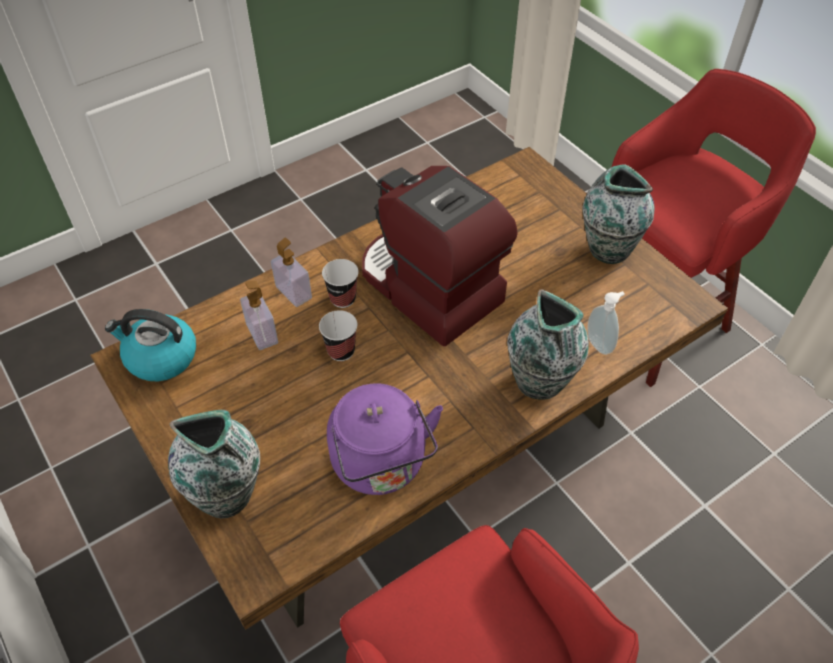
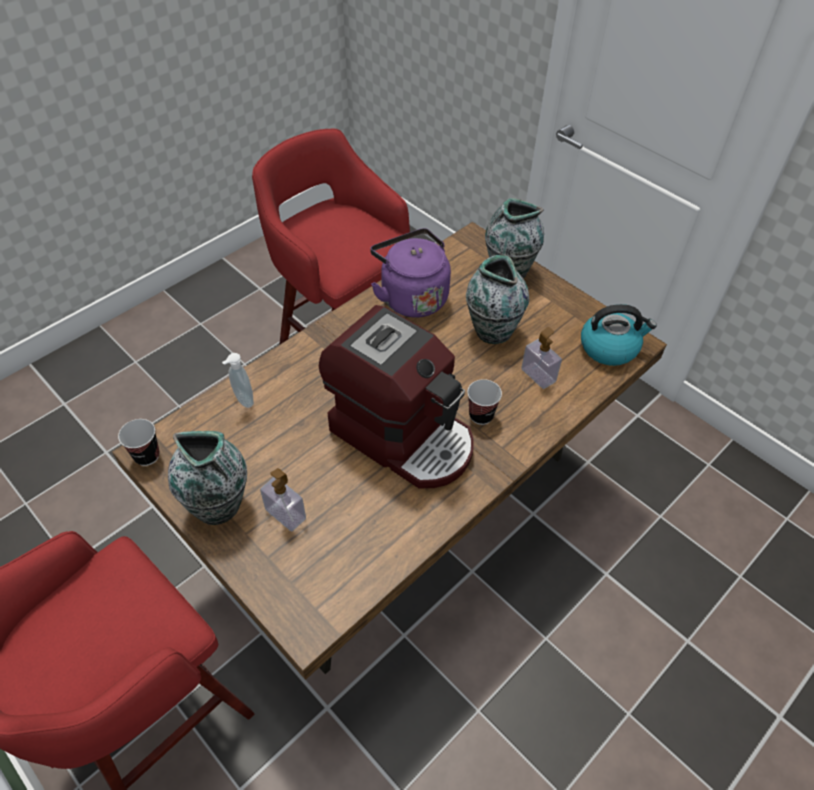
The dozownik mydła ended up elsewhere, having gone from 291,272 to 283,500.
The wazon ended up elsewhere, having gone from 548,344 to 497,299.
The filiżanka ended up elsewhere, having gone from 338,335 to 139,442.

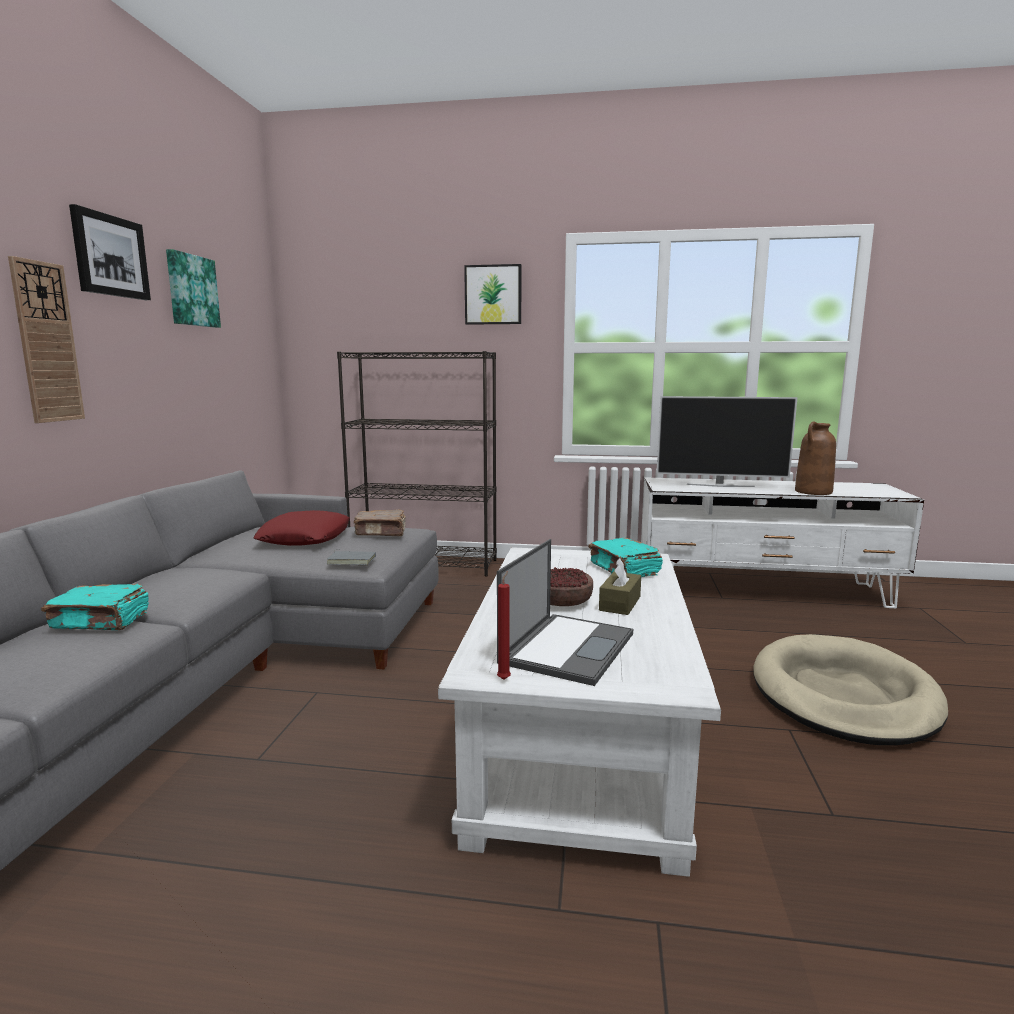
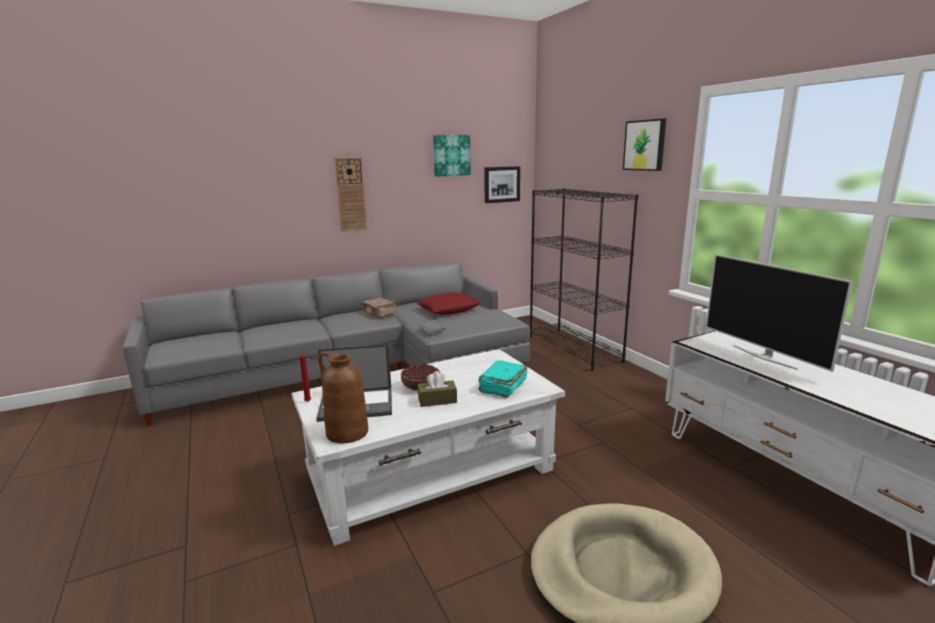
The obraz ended up elsewhere, having gone from 110,252 to 502,184.
The wazon [brązowy] ended up elsewhere, having gone from 815,458 to 343,398.
The książka [brązowy] ended up elsewhere, having gone from 380,523 to 379,308.
The second view lost the książka [turkusowy] at 95,607.

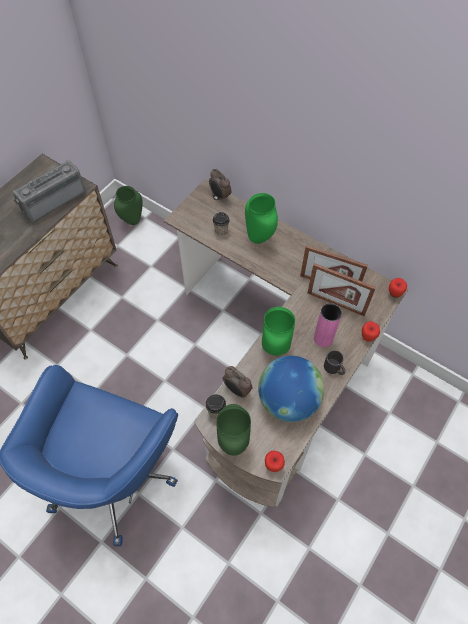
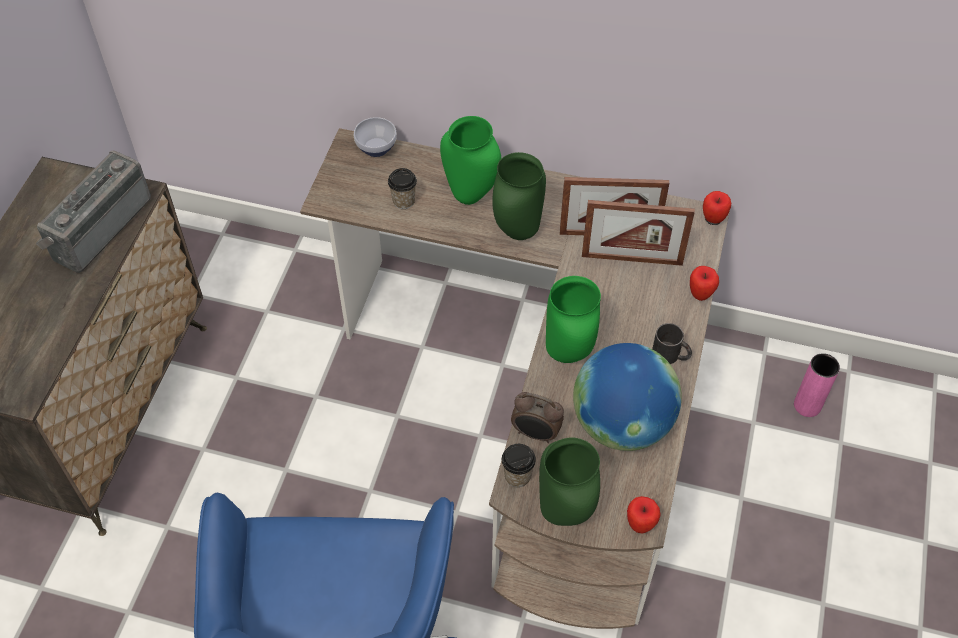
Where the budzik stood at 220,185, the miska came to stand at 375,137.
The wazon [zielony] ended up elsewhere, having gone from 128,205 to 519,196.
The wazon [różowy] ended up elsewhere, having gone from 328,325 to 817,385.

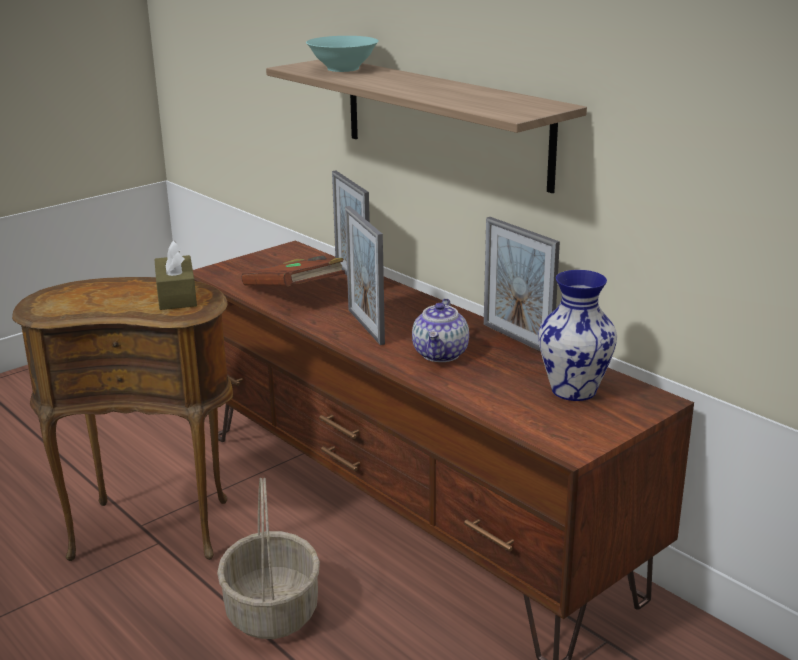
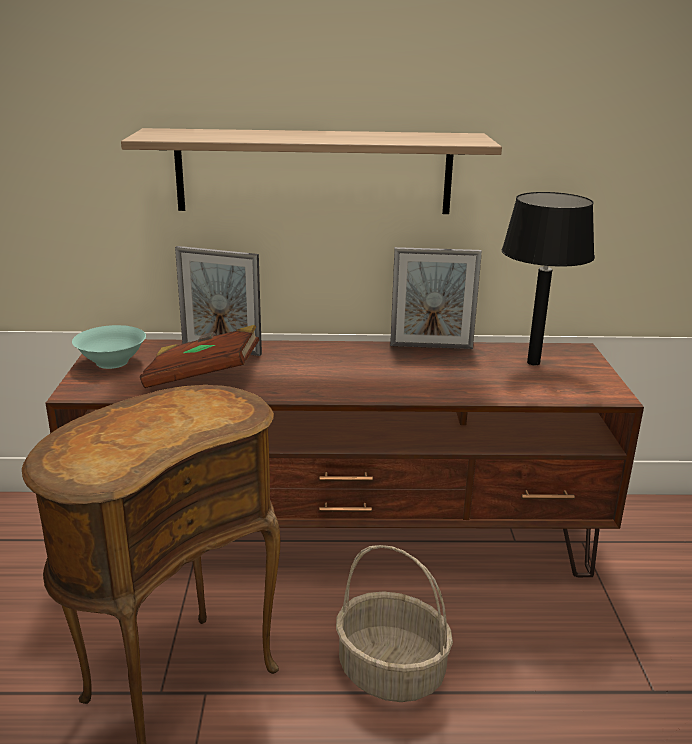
The miska [turkusowy] ended up elsewhere, having gone from 342,54 to 109,347.
The second view lost the ramka na zdjęcie at 365,275.
The second view lost the pudełko chusteczek [brązowy] at 175,275.
Where the wazon stood at 577,335, the lampa stołowa [czarny] came to stand at 548,278.
The second view lost the imbryk at 440,330.

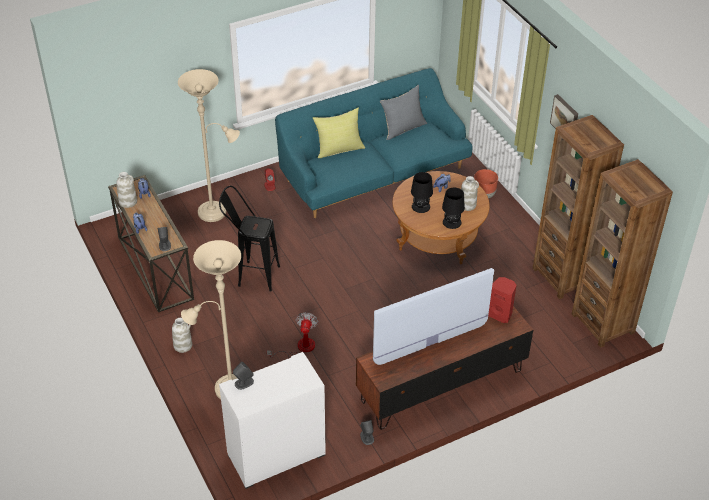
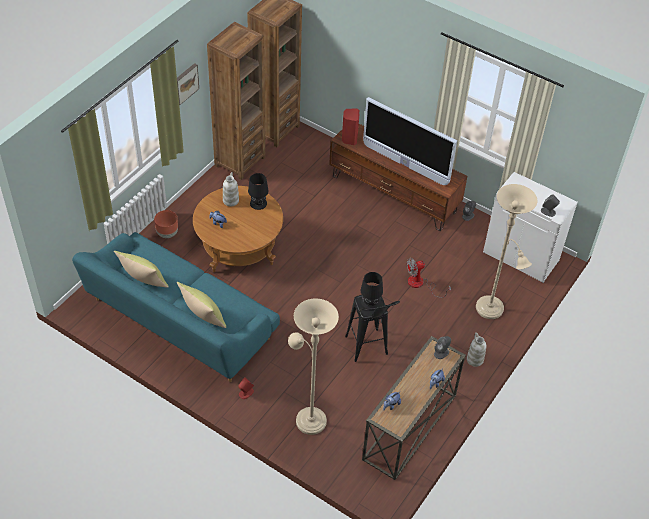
What was the poduszka [szary] at 403,112 turned into the poduszka [żółty] at 141,269.
The second view lost the wazon [biały] at 127,190.
The lampa stołowa [czarny] ended up elsewhere, having gone from 422,192 to 372,291.

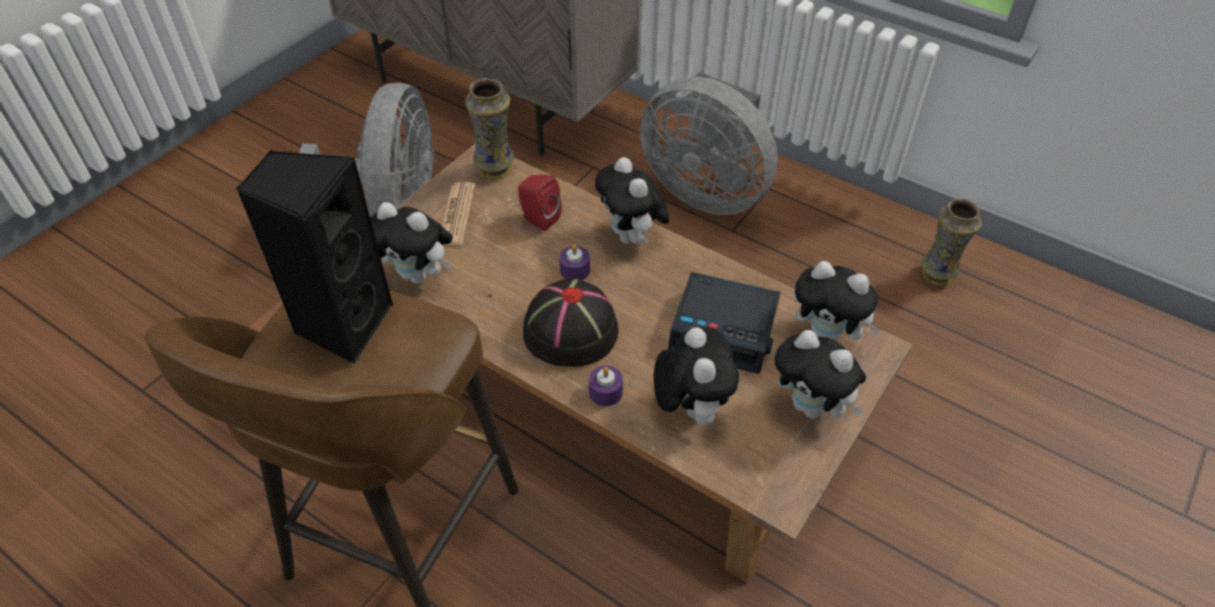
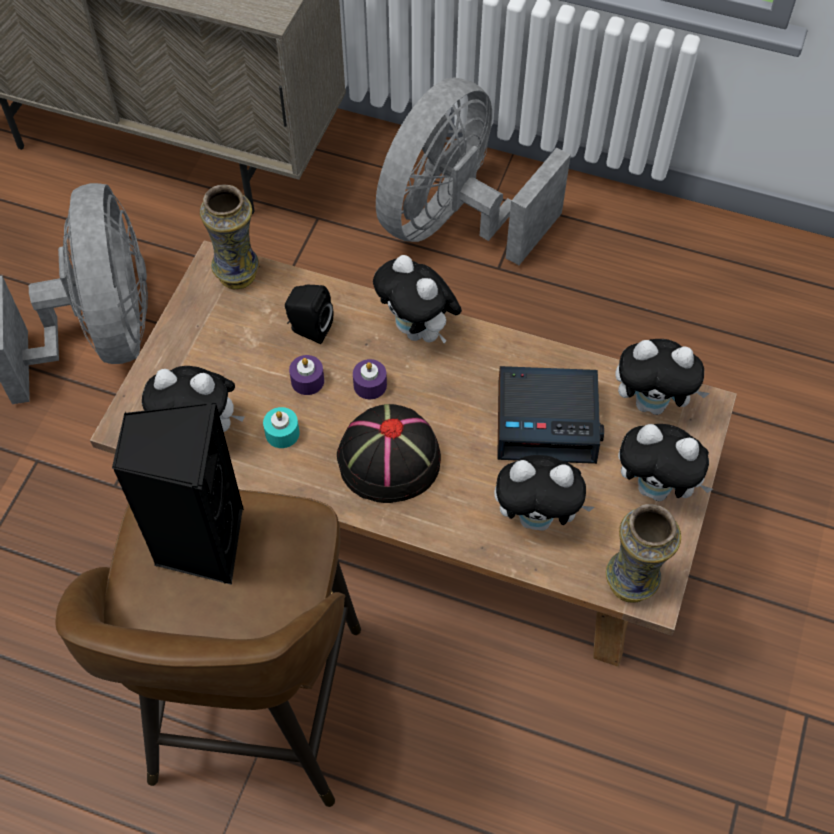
The wentylator [szary] at 708,143 ended up facing another way, 105 degrees clockwise from before.
What was the głośnik [czerwony] at 540,202 turned into the głośnik [czarny] at 309,314.
The second view lost the gazeta at 459,214.
The wazon ended up elsewhere, having gone from 951,242 to 643,553.
The pluszak at 696,376 ended up facing another way, 120 degrees clockwise from before.
The świeca [fioletowy] ended up elsewhere, having gone from 606,386 to 306,375.
The second view gained the świeca [turkusowy] at 281,427.

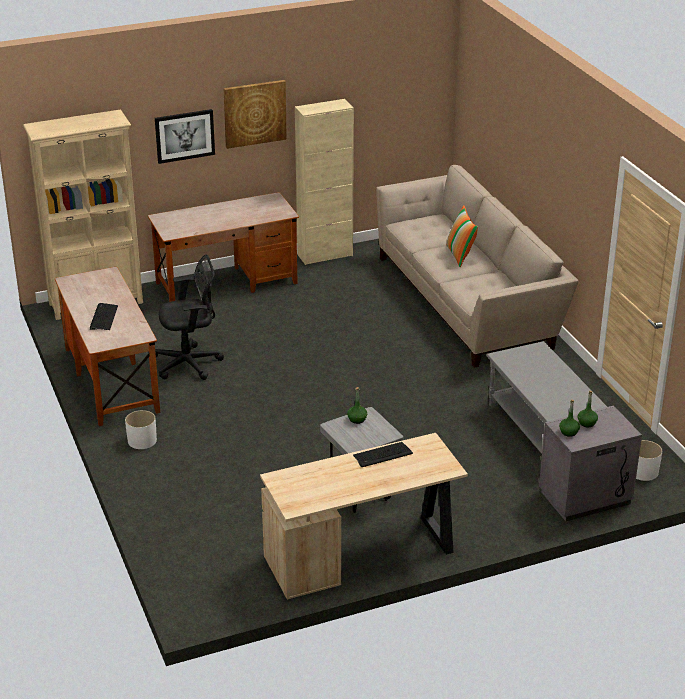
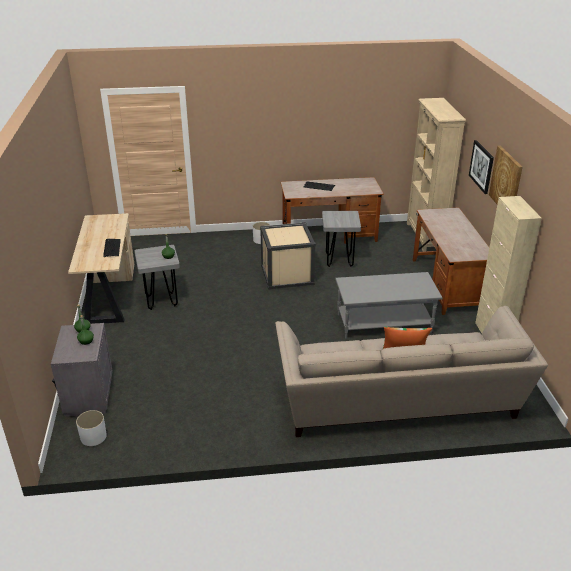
Where the krzesło biurowe [czarny] stood at 189,317, the stołek [szary] came to stand at 341,239.
The ława [szary] ended up elsewhere, having gone from 547,397 to 389,305.
The second view gained the pojemnik do przechowywania [beżowy] at 288,256.

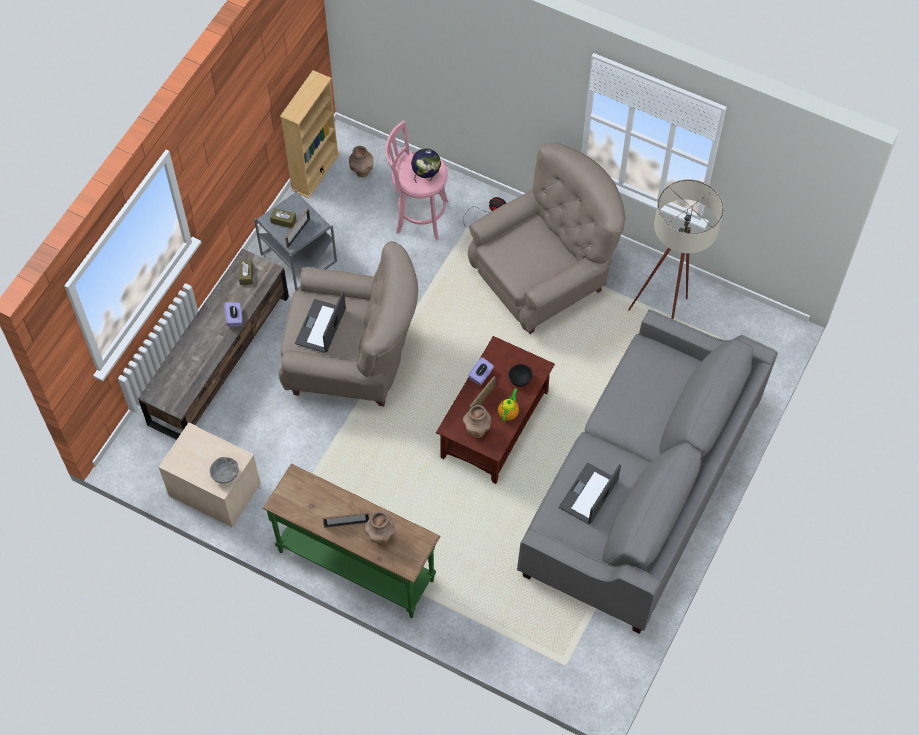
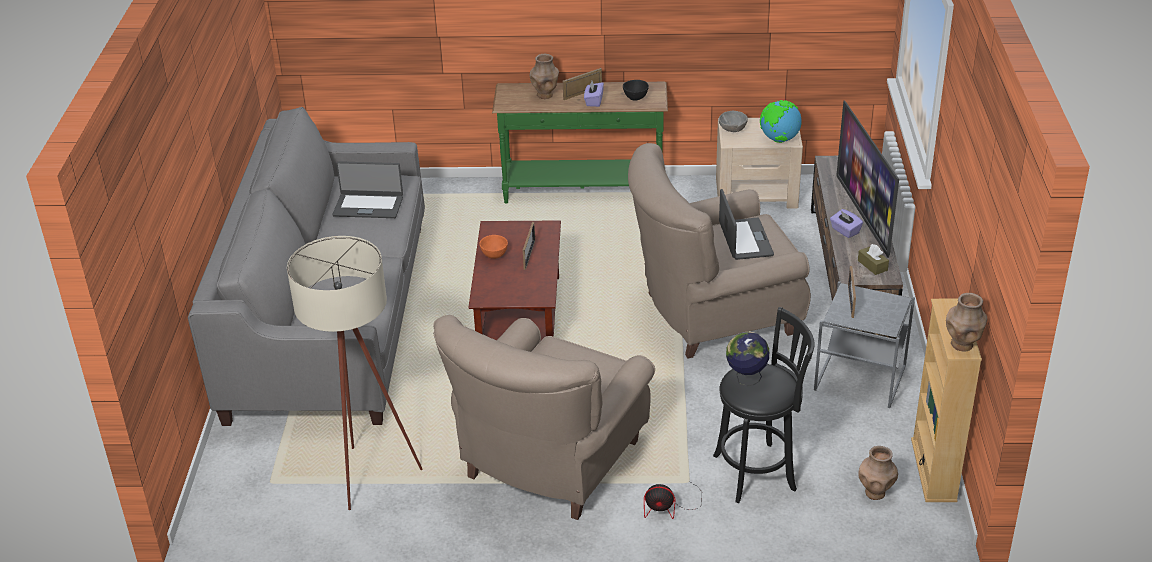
What was the stołek [różowy] at 416,180 turned into the stołek [czarny] at 764,405.
The second view lost the pudełko chusteczek [brązowy] at 283,218.
The pudełko chusteczek [fioletowy] ended up elsewhere, having gone from 481,371 to 594,94.
The miska [czarny] ended up elsewhere, having gone from 521,375 to 636,90.
Where the imbryk stood at 508,405, the miska [pomarańczowy] came to stand at 493,247.
The wazon [brązowy] ended up elsewhere, having gone from 477,421 to 966,322.
The laptop at 590,493 ended up facing another way, 90 degrees clockwise from before.
The second view gained the globus at 781,121.
The second view gained the telewizor at 867,179.

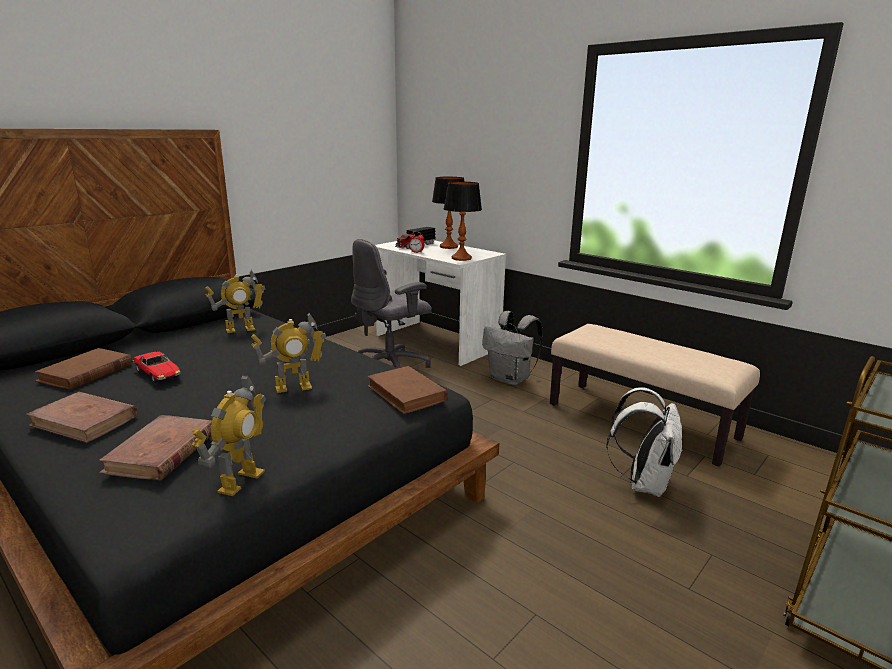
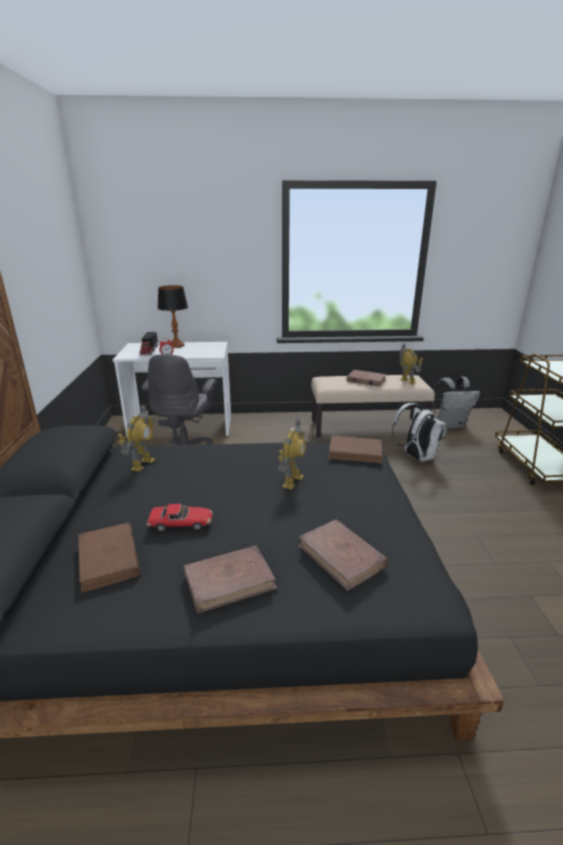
The second view lost the lampa stołowa at 463,221.
The plecak [szary] ended up elsewhere, having gone from 512,348 to 456,402.
The robot zabawkowy ended up elsewhere, having gone from 229,435 to 411,364.
The second view gained the książka [brązowy] at 366,378.

